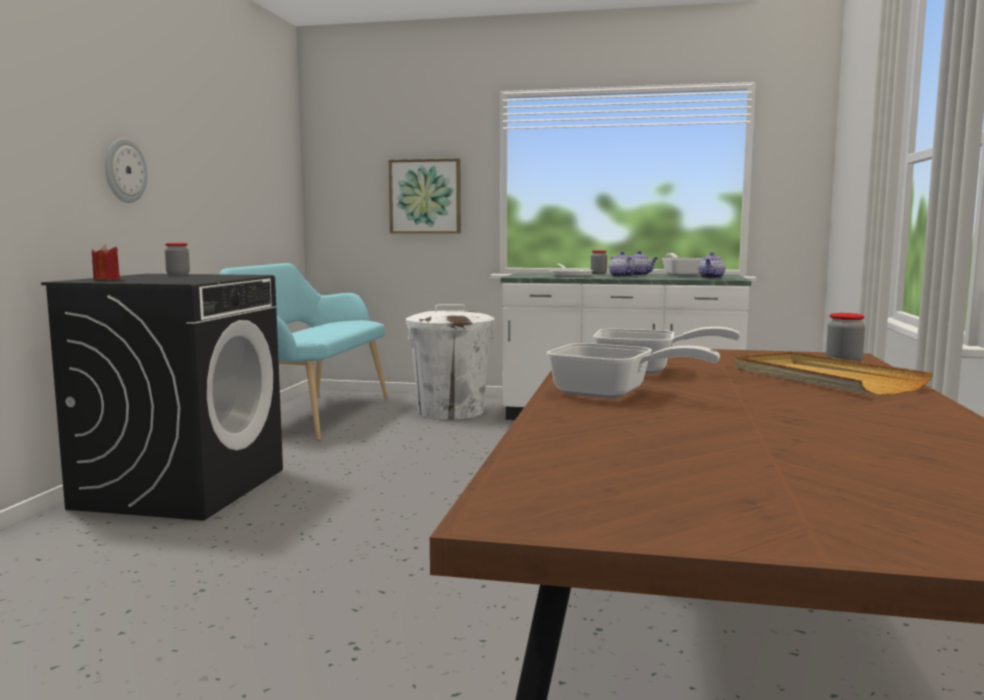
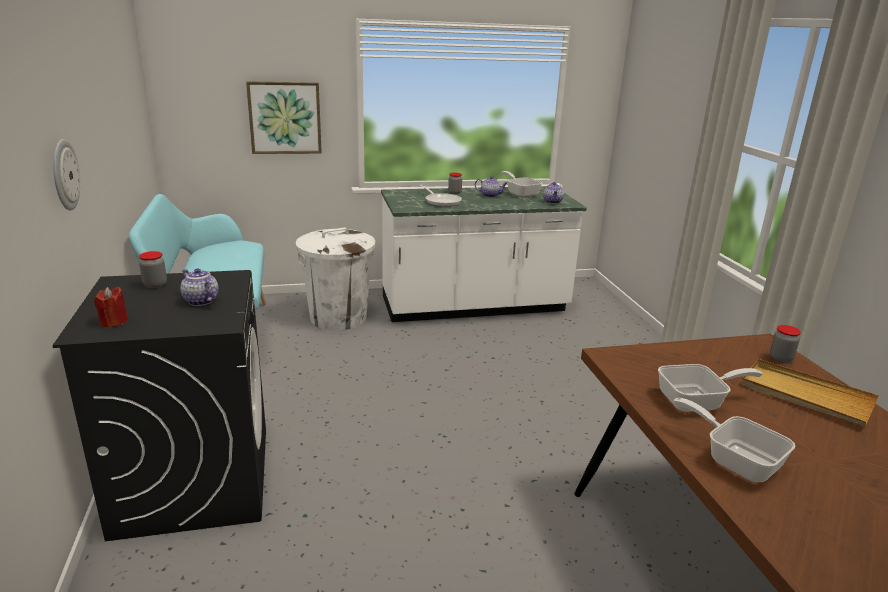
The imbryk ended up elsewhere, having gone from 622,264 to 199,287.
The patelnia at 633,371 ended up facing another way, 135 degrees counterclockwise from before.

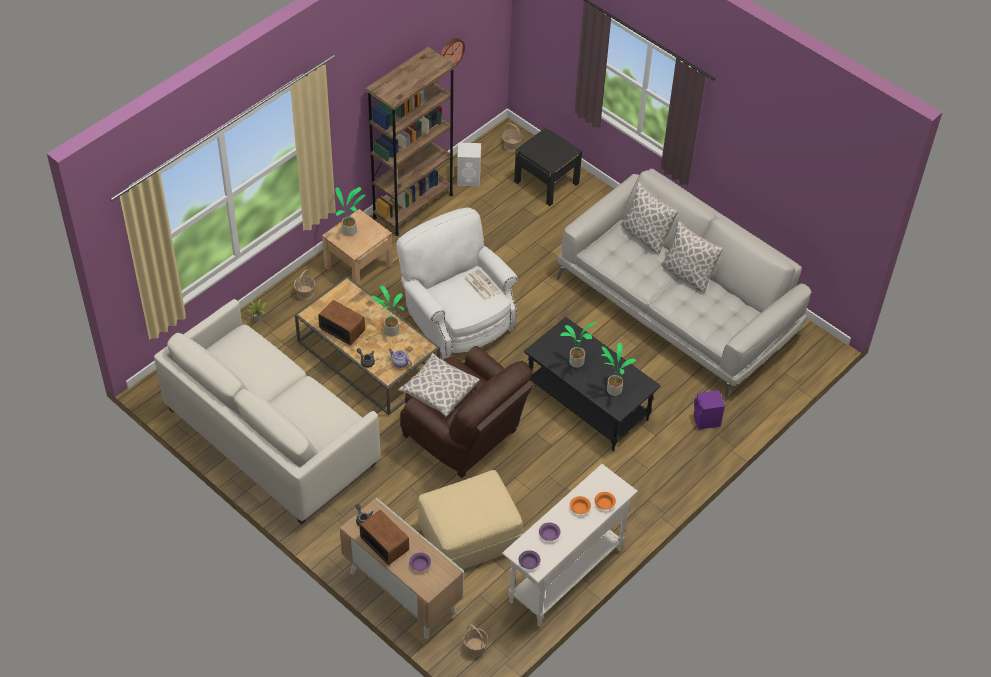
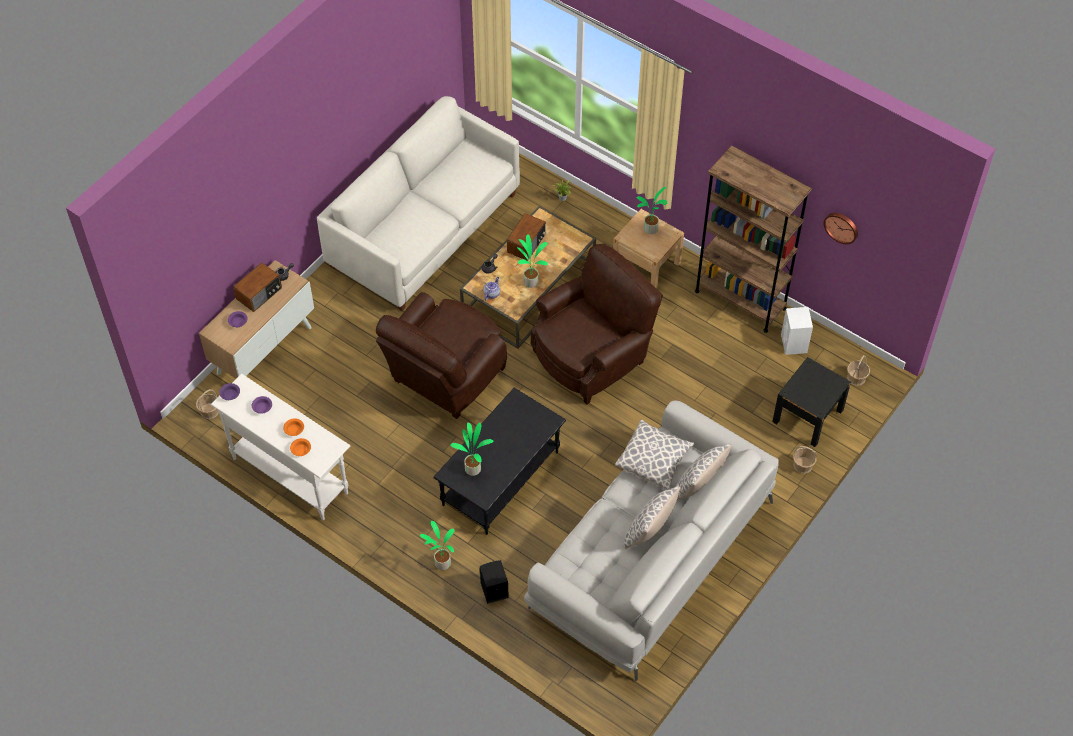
What was the fotel [biały] at 457,283 turned into the fotel [brązowy] at 597,324.
The second view lost the gazeta at 481,284.
The koszyk ended up elsewhere, having gone from 304,285 to 805,460.
The roślina doniczkowa ended up elsewhere, having gone from 578,345 to 437,545.
The poduszka ended up elsewhere, having gone from 439,385 to 654,454.
What was the głośnik [fioletowy] at 709,409 turned into the głośnik [czarny] at 494,582.
The second view lost the pufa [beżowy] at 470,520.

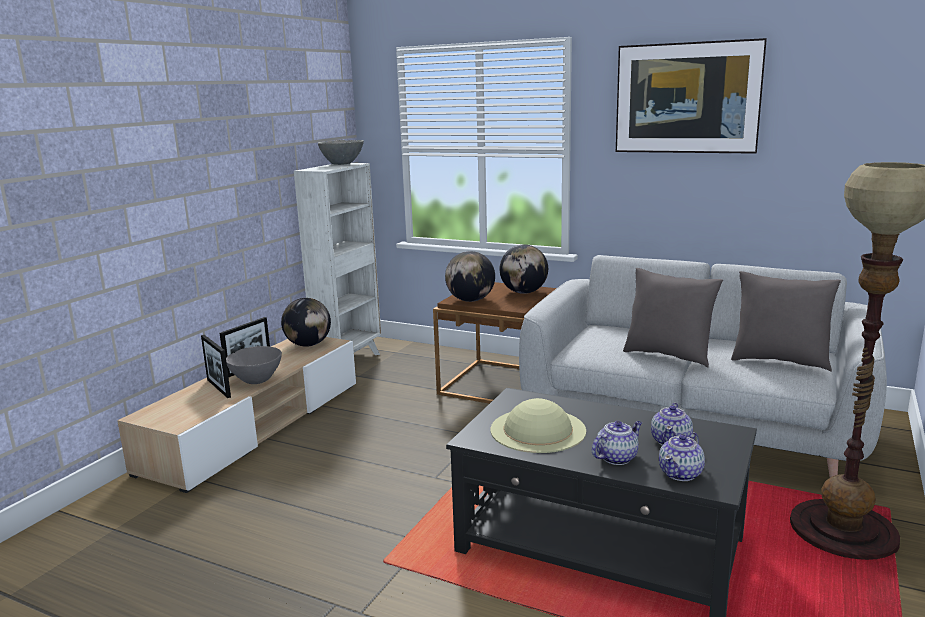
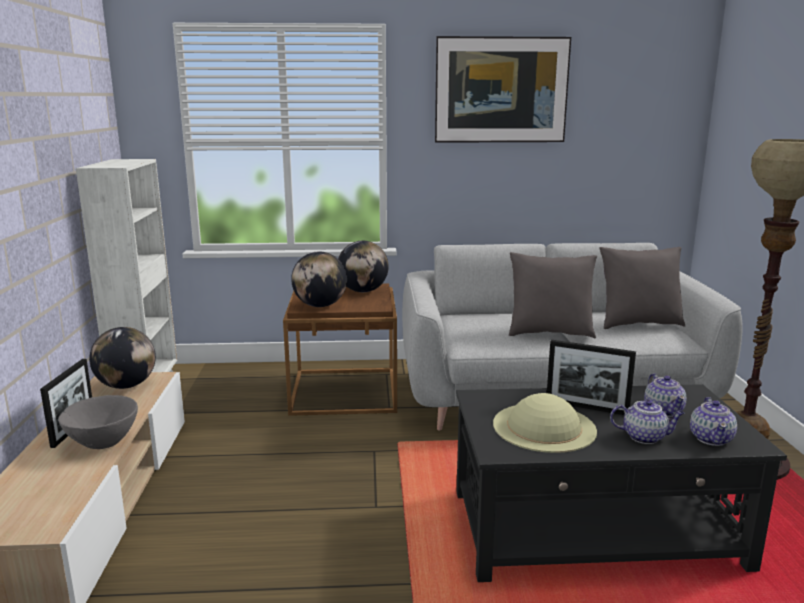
The second view lost the miska [szary] at 341,152.
The ramka na zdjęcie ended up elsewhere, having gone from 216,366 to 591,377.
The imbryk at 617,443 ended up facing another way, 75 degrees clockwise from before.

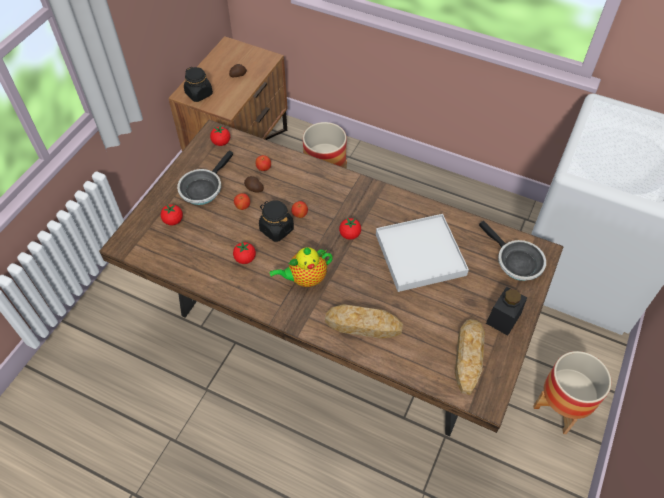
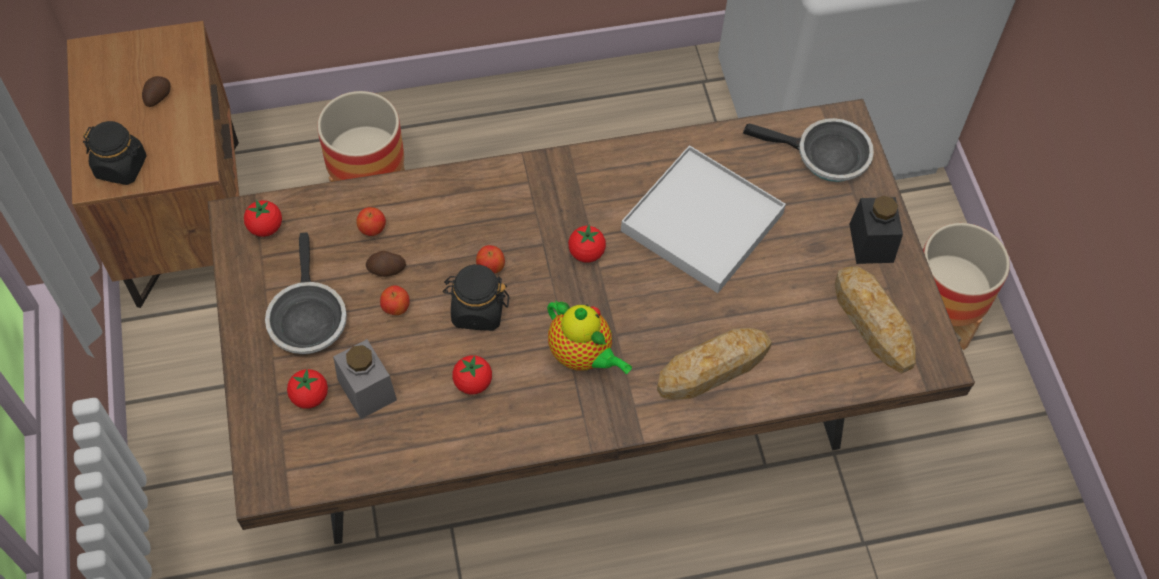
The imbryk at 301,267 ended up facing another way, 75 degrees counterclockwise from before.
The second view gained the słoik [szary] at 365,379.

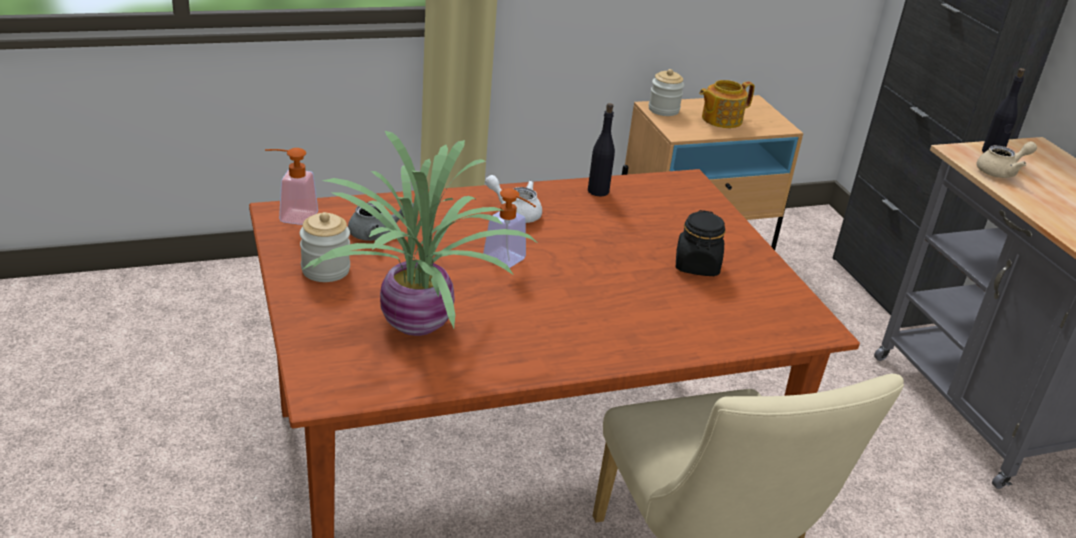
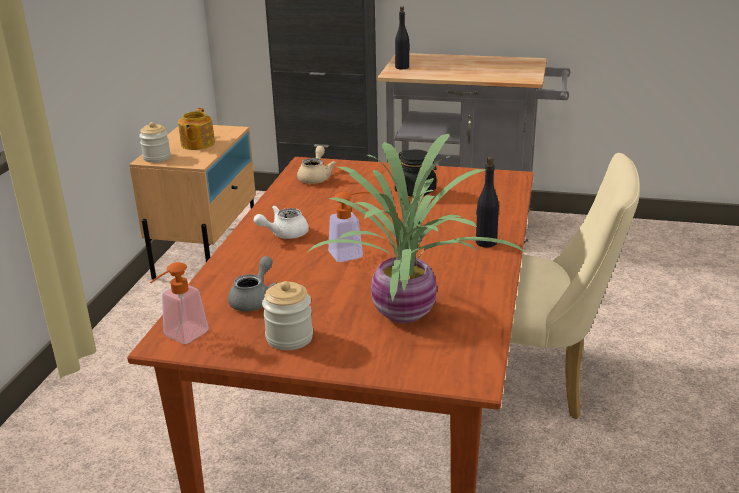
The butelka [czarny] ended up elsewhere, having gone from 601,149 to 487,202.
The imbryk [beżowy] ended up elsewhere, having gone from 1006,159 to 316,165.

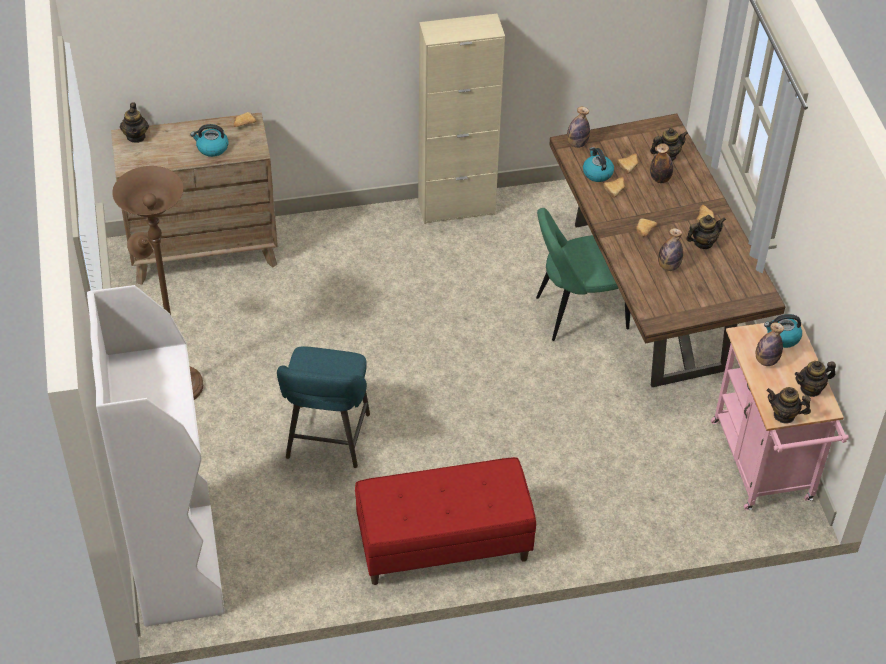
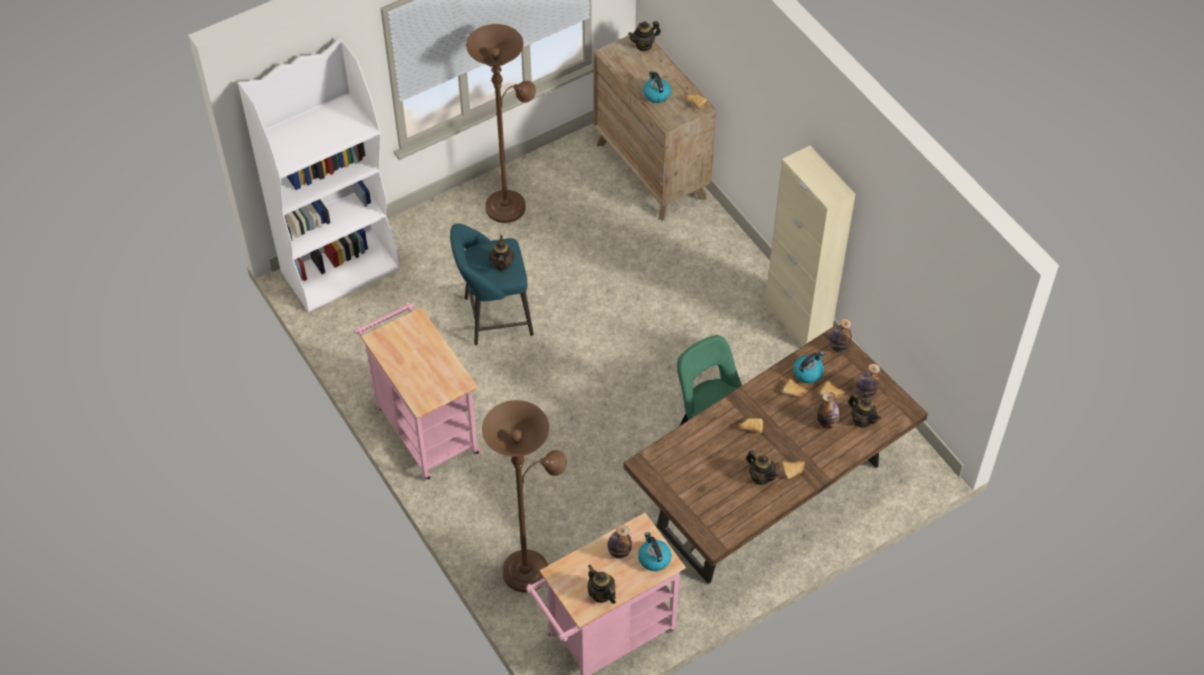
The butelka ended up elsewhere, having gone from 670,249 to 868,381.
The imbryk ended up elsewhere, having gone from 788,405 to 501,253.
Where the ławka [czerwony] stood at 445,521, the wózek [różowy] came to stand at 418,391.
The second view gained the lampa stojąca [brązowy] at 524,496.

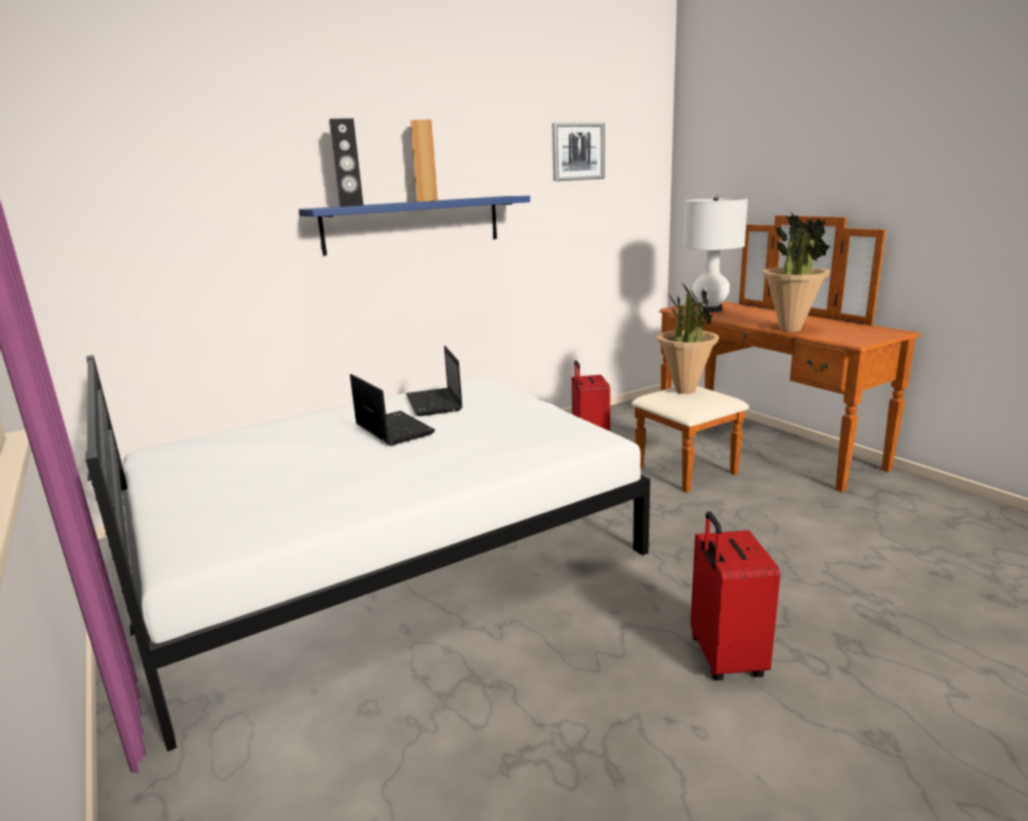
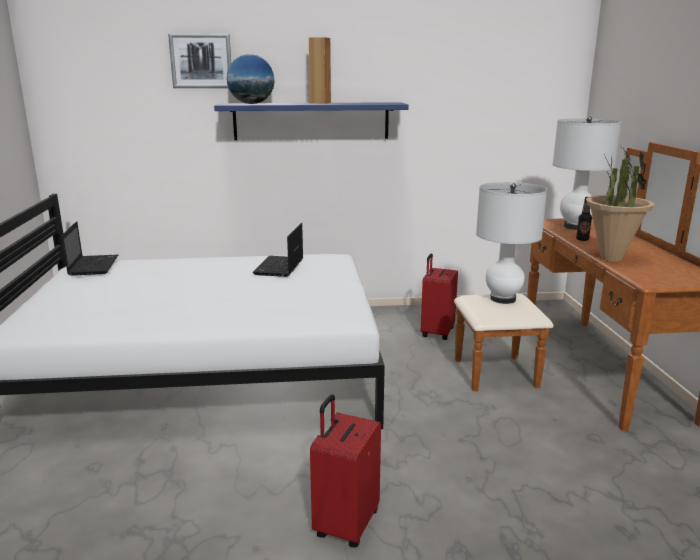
Where the głośnik [czarny] stood at 346,162, the globus came to stand at 251,79.
The obraz ended up elsewhere, having gone from 578,152 to 199,60.
Where the roślina doniczkowa stood at 688,338, the lampa stołowa [biały] came to stand at 511,243.
The laptop ended up elsewhere, having gone from 392,409 to 89,249.
The second view gained the butelka at 584,219.

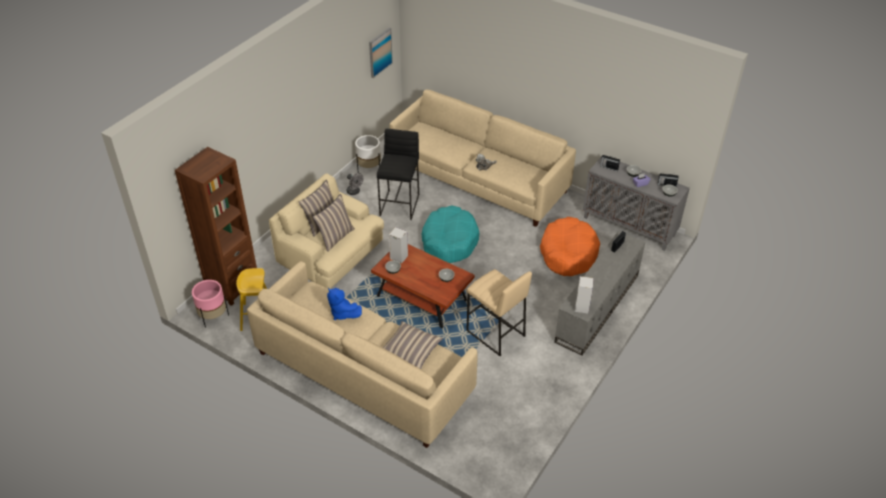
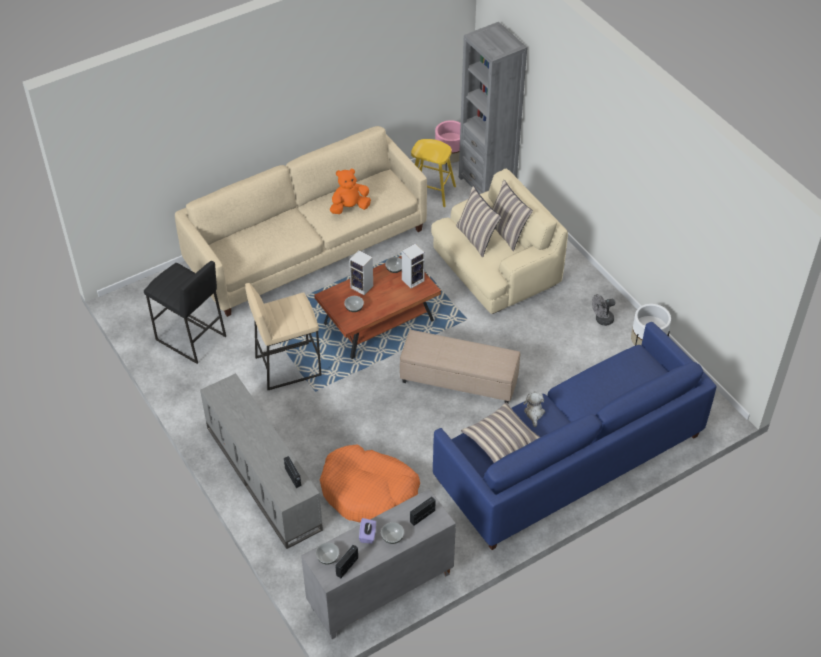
The second view lost the obraz at 381,52.
What was the kanapa [beżowy] at 482,158 turned into the kanapa [niebieski] at 574,436.
The stołek [czarny] ended up elsewhere, having gone from 398,174 to 185,312.
What was the regał [brązowy] at 216,226 turned into the regał [szary] at 493,108.
Where the legowisko [turkusowy] stood at 451,234, the pufa [beżowy] came to stand at 460,366.
The głośnik ended up elsewhere, having gone from 584,294 to 361,272.
What was the pluszak [niebieski] at 344,304 turned into the pluszak [pomarańczowy] at 350,191.
The poduszka ended up elsewhere, having gone from 412,345 to 500,433.

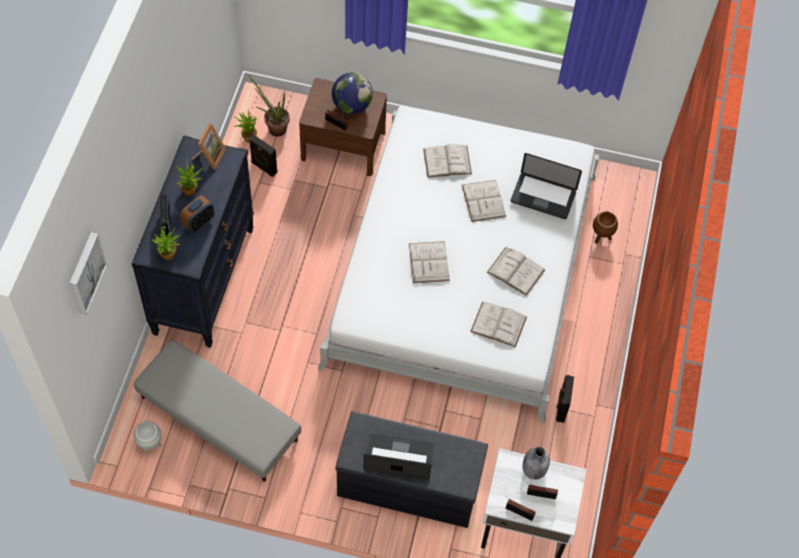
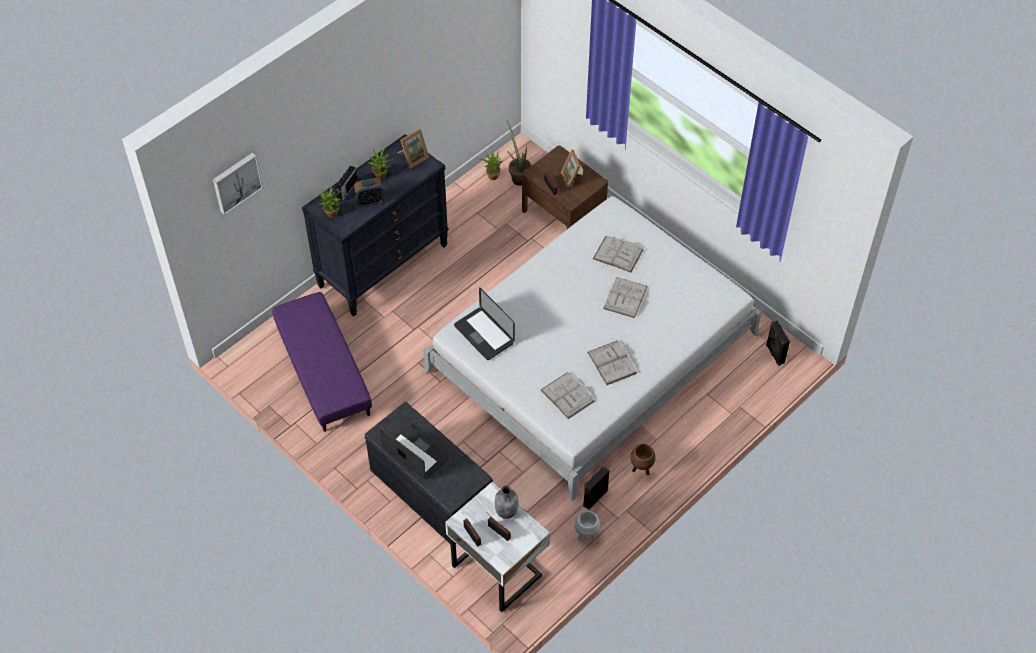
Where the globus stood at 352,93, the ramka na zdjęcie came to stand at 572,169.
The głośnik [czarny] ended up elsewhere, having gone from 263,156 to 778,343.
The laptop ended up elsewhere, having gone from 546,186 to 484,323.
The donica [brązowy] ended up elsewhere, having gone from 605,227 to 643,460.
The second view lost the książka [biały] at 429,262.
What was the pufa [szary] at 217,411 turned into the pufa [fioletowy] at 322,362.
The donica [biały] ended up elsewhere, having gone from 148,438 to 587,526.

